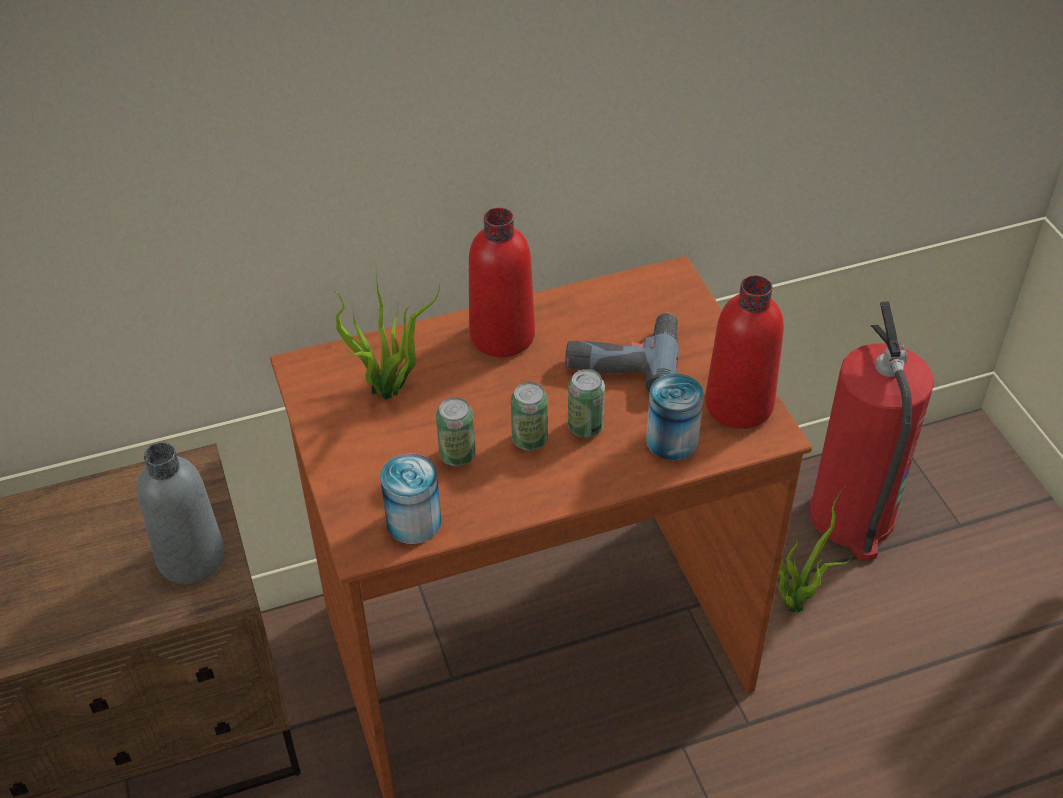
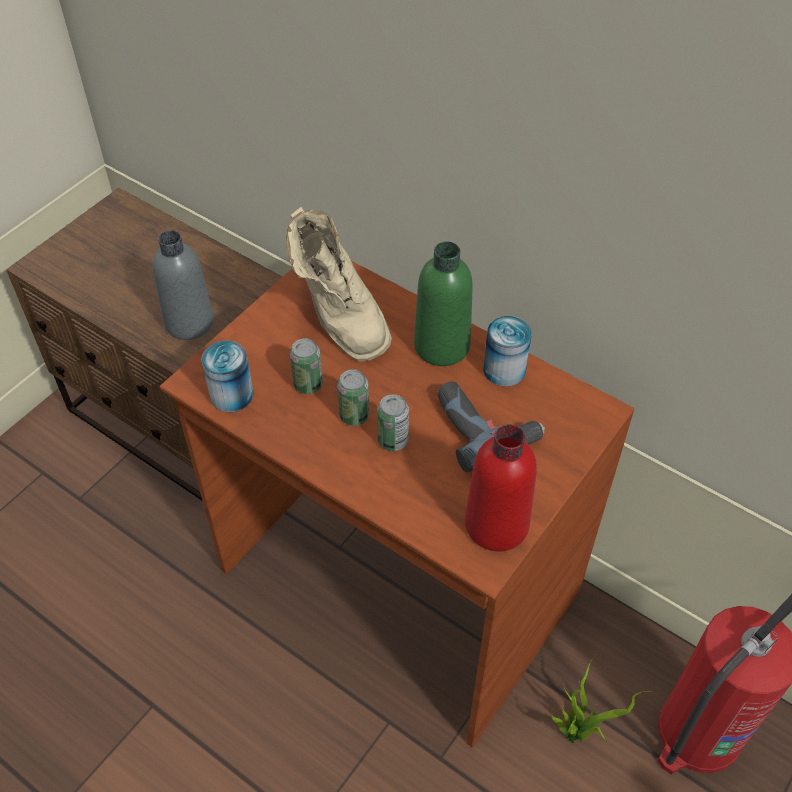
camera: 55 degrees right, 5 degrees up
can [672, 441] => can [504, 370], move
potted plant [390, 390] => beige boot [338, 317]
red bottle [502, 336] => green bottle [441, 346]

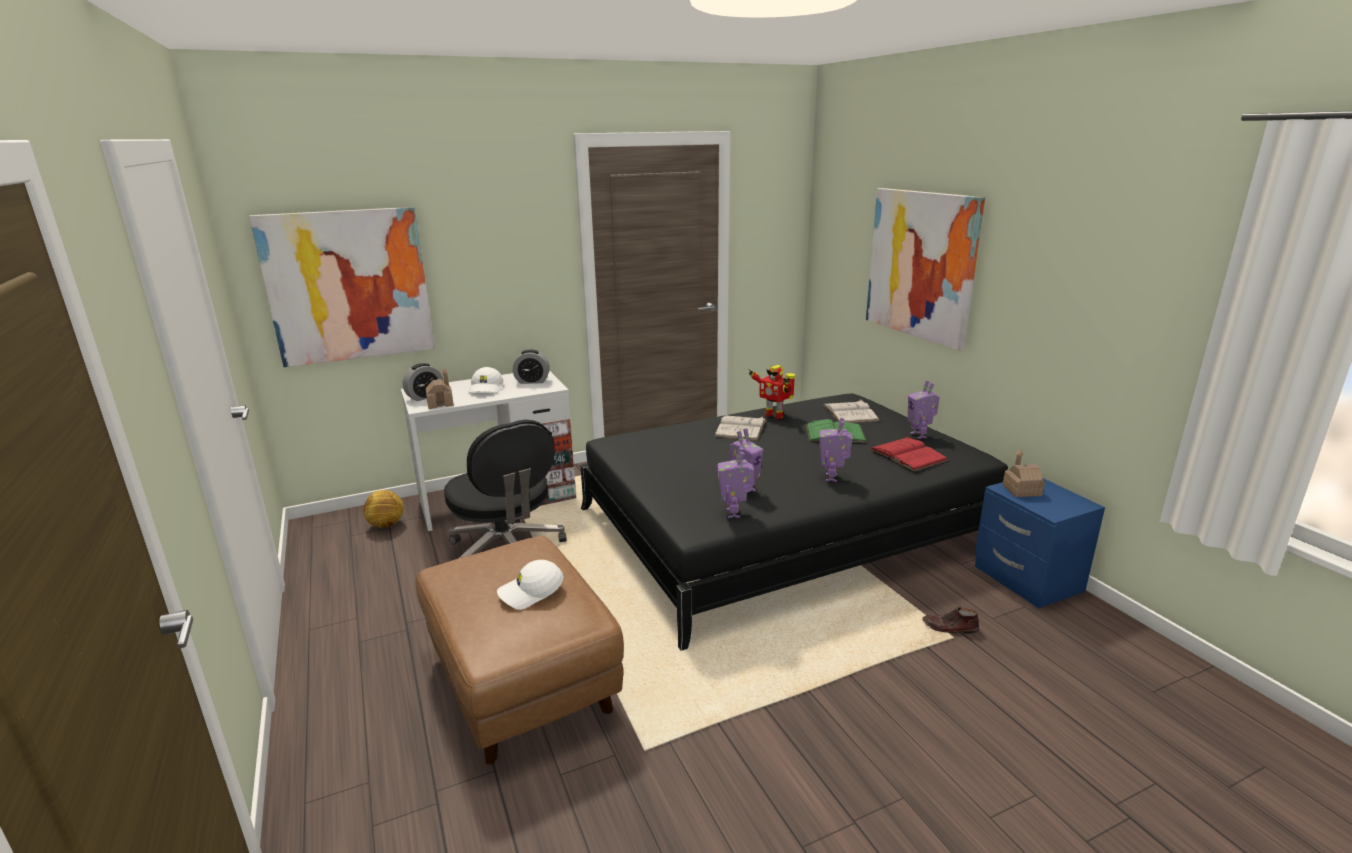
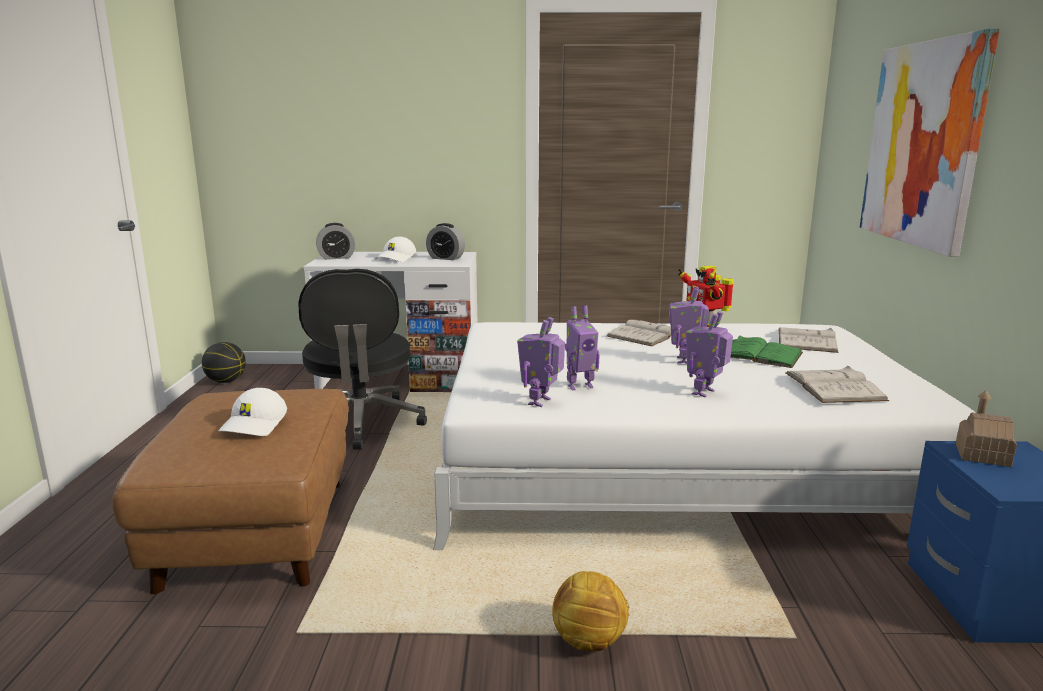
camera: 25 degrees right, 5 degrees down
picture [348, 286] => nothing
toy house [440, 403] => nothing
brown shoe [950, 628] => nothing
nothing => basketball [226, 381]
football [386, 524] => football [589, 641], move
toy robot [919, 435] => toy robot [685, 360], move
black bed [783, 527] => white bed [672, 463]
red book [908, 454] => white book [834, 386]
white cap [531, 592] => white cap [255, 425], 75 degrees counterclockwise

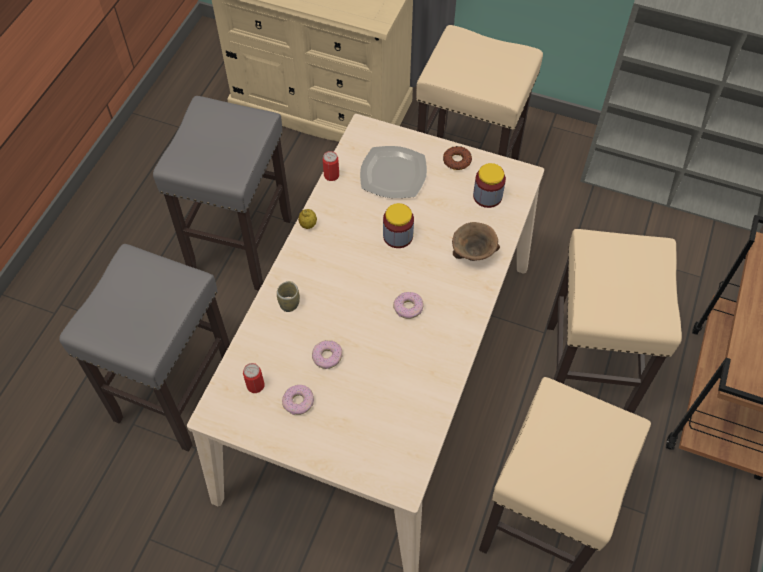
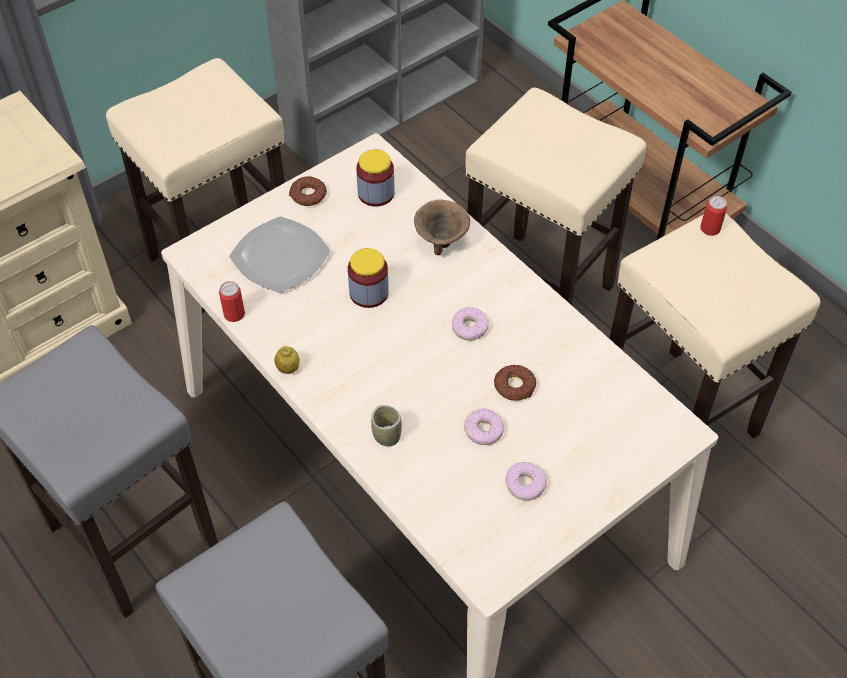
camera: 60 degrees left, 5 degrees down
nothing => donut [515, 386]
can [255, 385] => can [710, 228], move

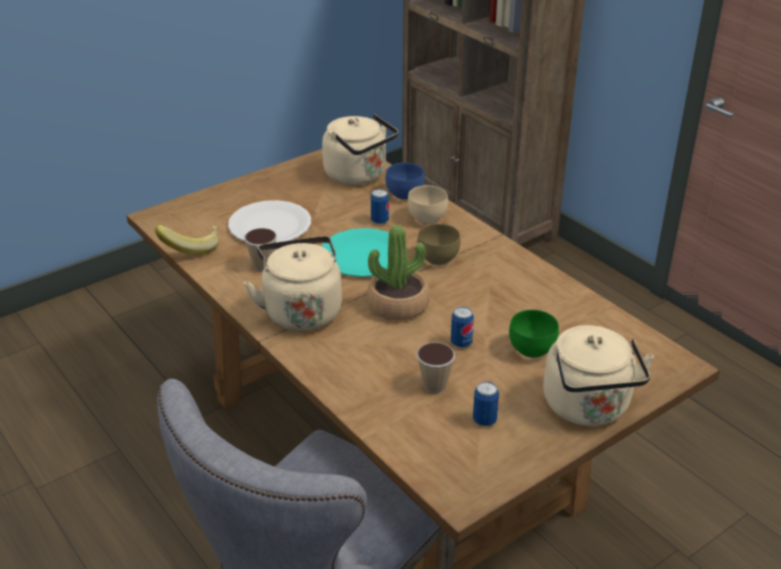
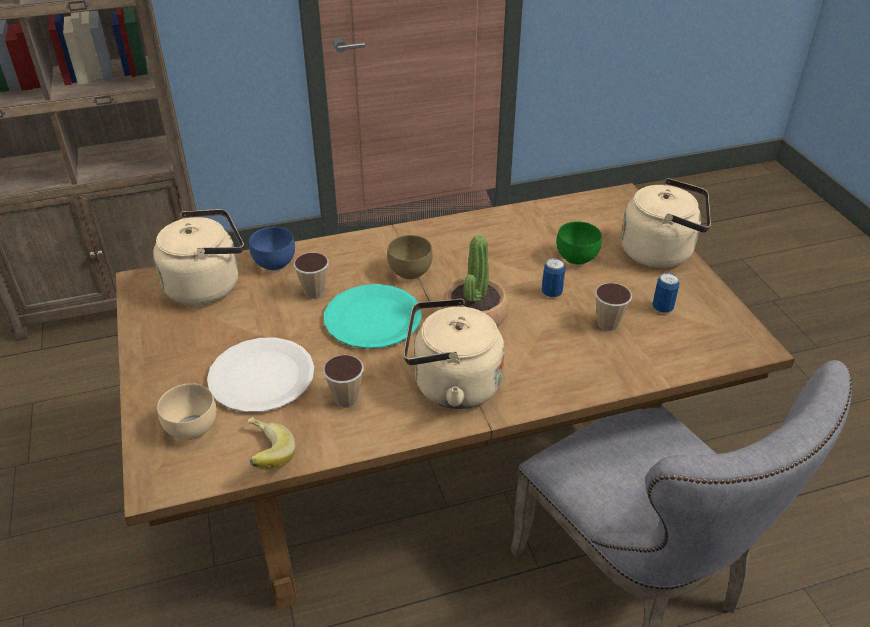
camera: 70 degrees left, 5 degrees up
beige bowl [425, 218] => beige bowl [191, 430], move
can [379, 221] => cup [314, 292]

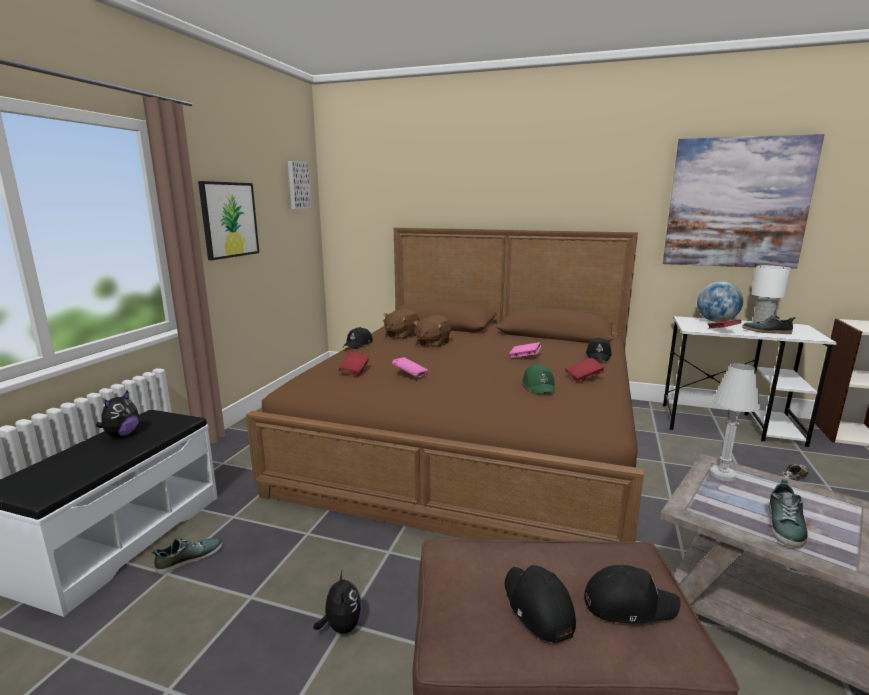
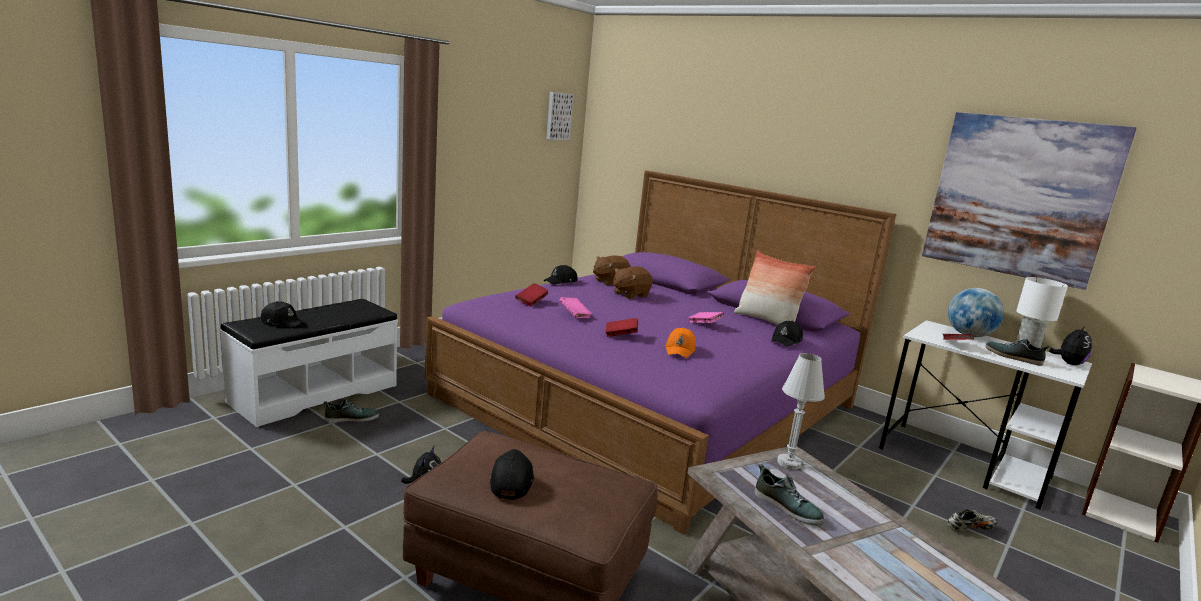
camera: 20 degrees right, 0 degrees up
picture [229, 220] => nothing
nothing => pillow [766, 320]
plush toy [121, 435] => plush toy [1068, 363], move
red book [584, 378] => red book [621, 335], move
black cap [628, 604] => black cap [282, 322], move
brown bed [472, 438] => purple bed [650, 400]
green cap [539, 386] => orange cap [680, 350]
shoe [785, 526] => shoe [787, 507], 90 degrees counterclockwise

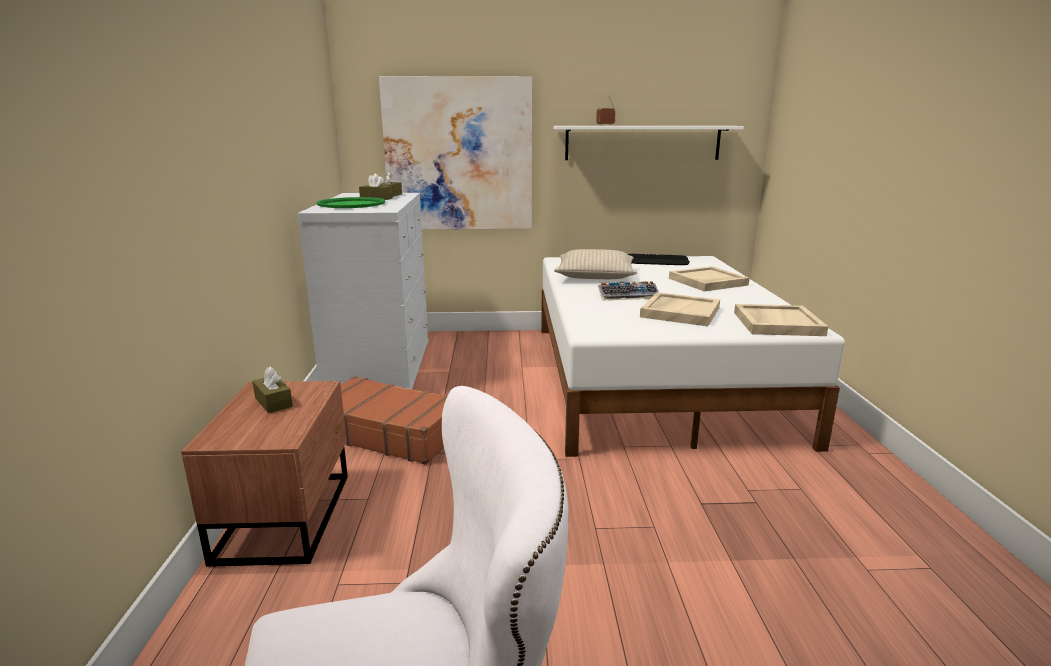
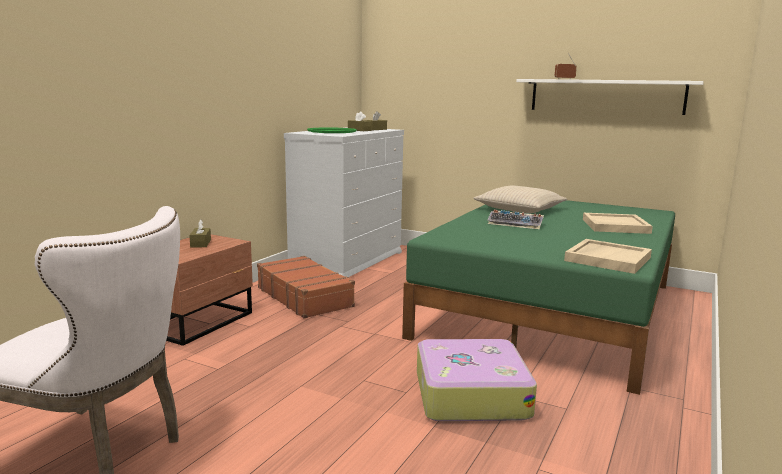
camera: 30 degrees right, 5 degrees down
picture [459, 155] => nothing
keyboard [657, 261] => nothing
beige tray [679, 312] => nothing
nothing => suitcase [470, 394]
white bed [653, 378] => green bed [551, 310]

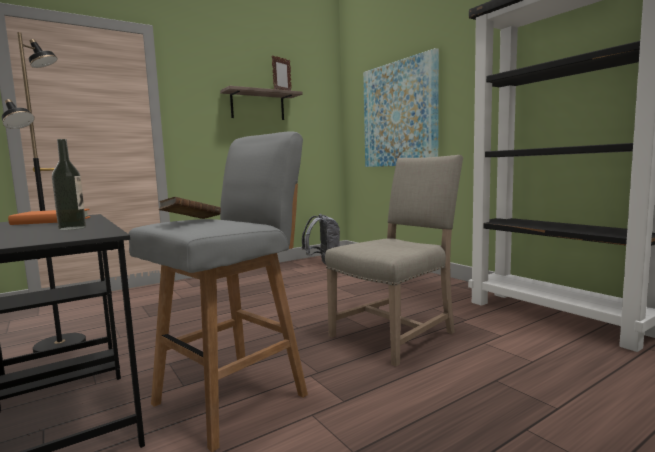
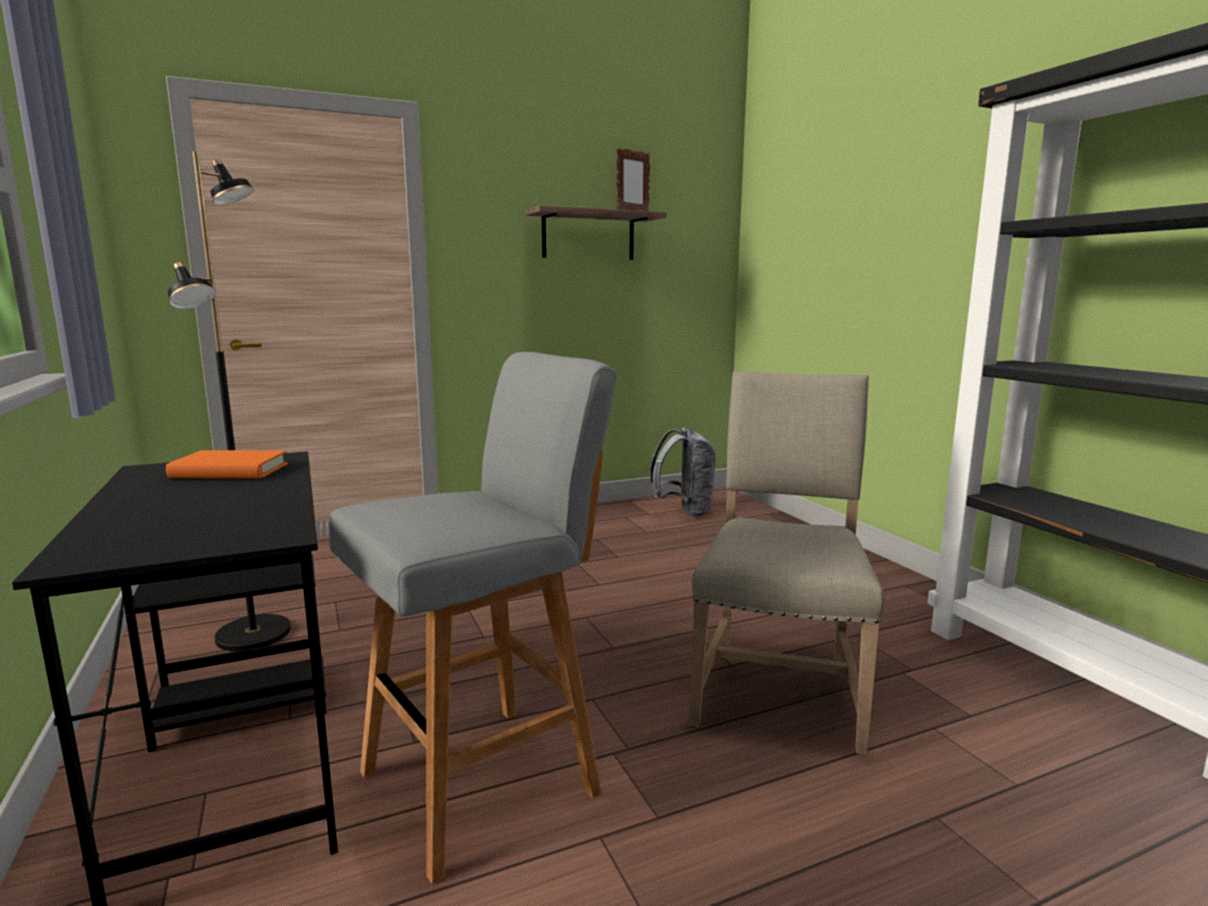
camera: 10 degrees right, 5 degrees up
bottle [72, 228] => nothing
brown book [191, 221] => nothing
picture [399, 114] => nothing
beige chair [396, 334] => beige chair [778, 685], 45 degrees counterclockwise

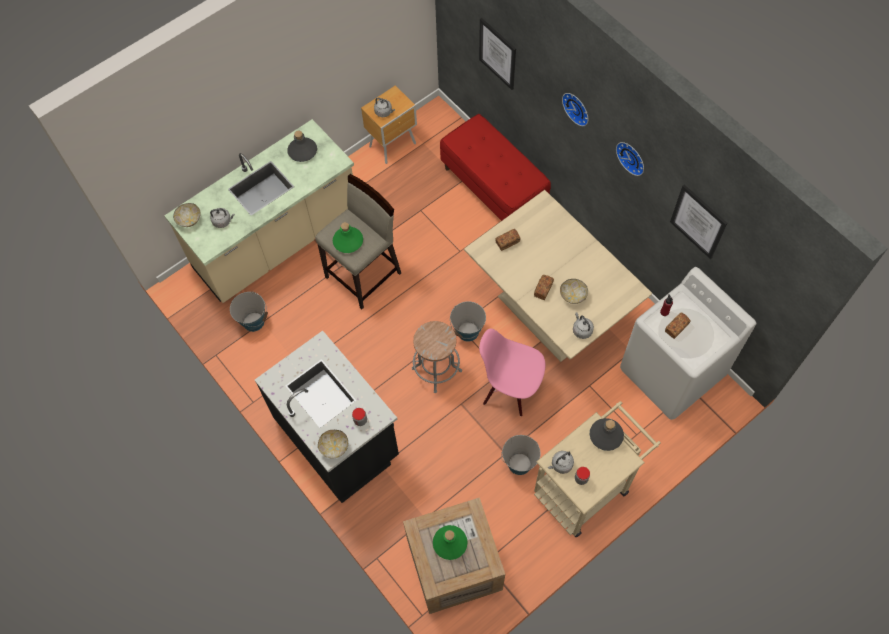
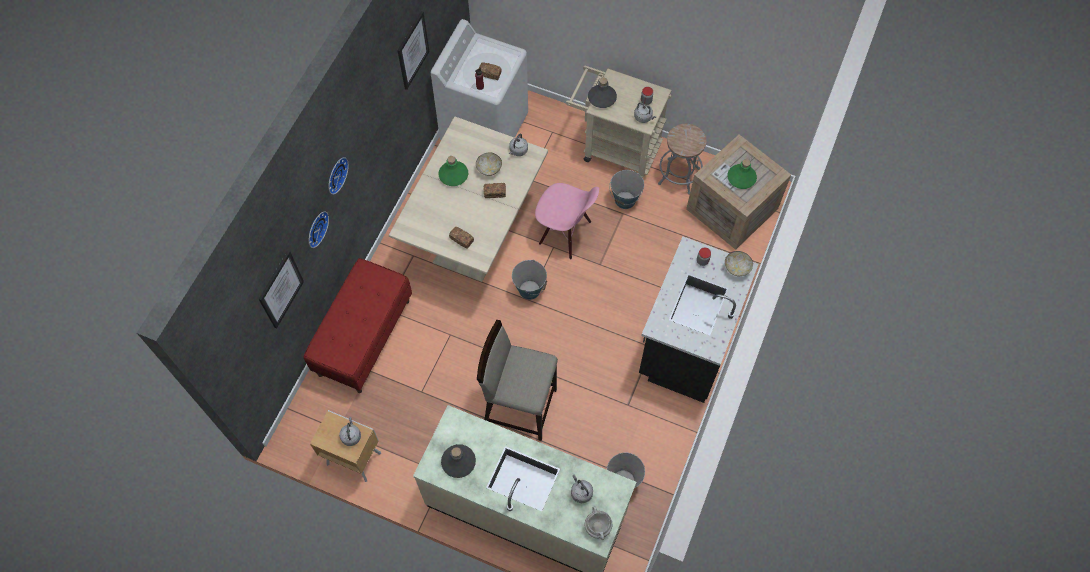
camera: 120 degrees left, 0 degrees up
green bottle [348, 241] => green bottle [453, 175], move
grey stool [436, 369] => grey stool [678, 176], move
wall clock [632, 157] => wall clock [315, 228], move
bowl [189, 220] => white cooking pot [598, 527]
pink chair [510, 389] => pink chair [565, 233], 60 degrees counterclockwise

